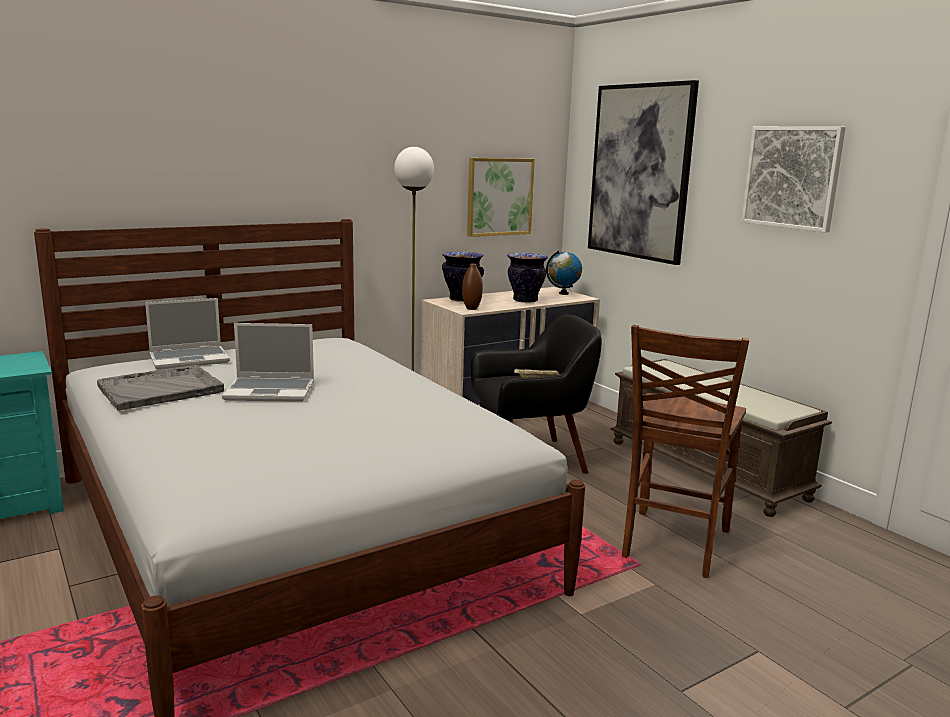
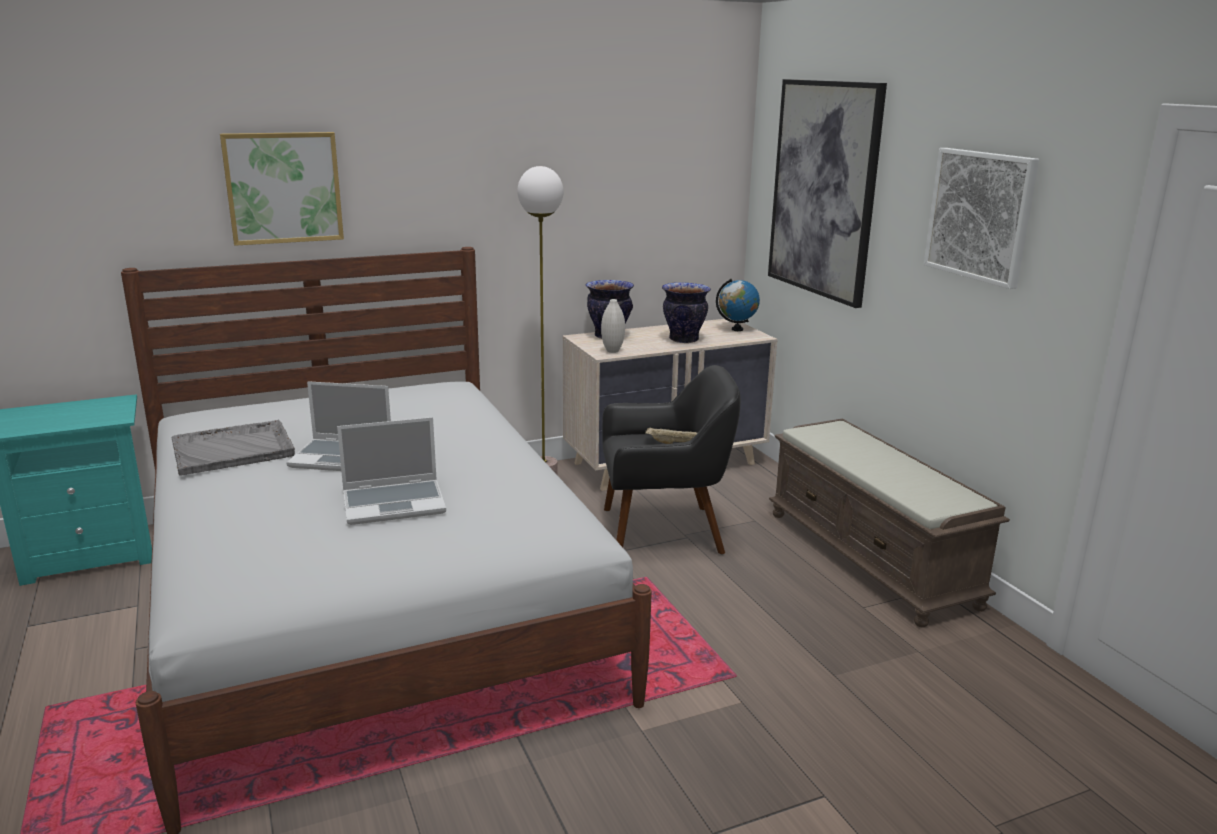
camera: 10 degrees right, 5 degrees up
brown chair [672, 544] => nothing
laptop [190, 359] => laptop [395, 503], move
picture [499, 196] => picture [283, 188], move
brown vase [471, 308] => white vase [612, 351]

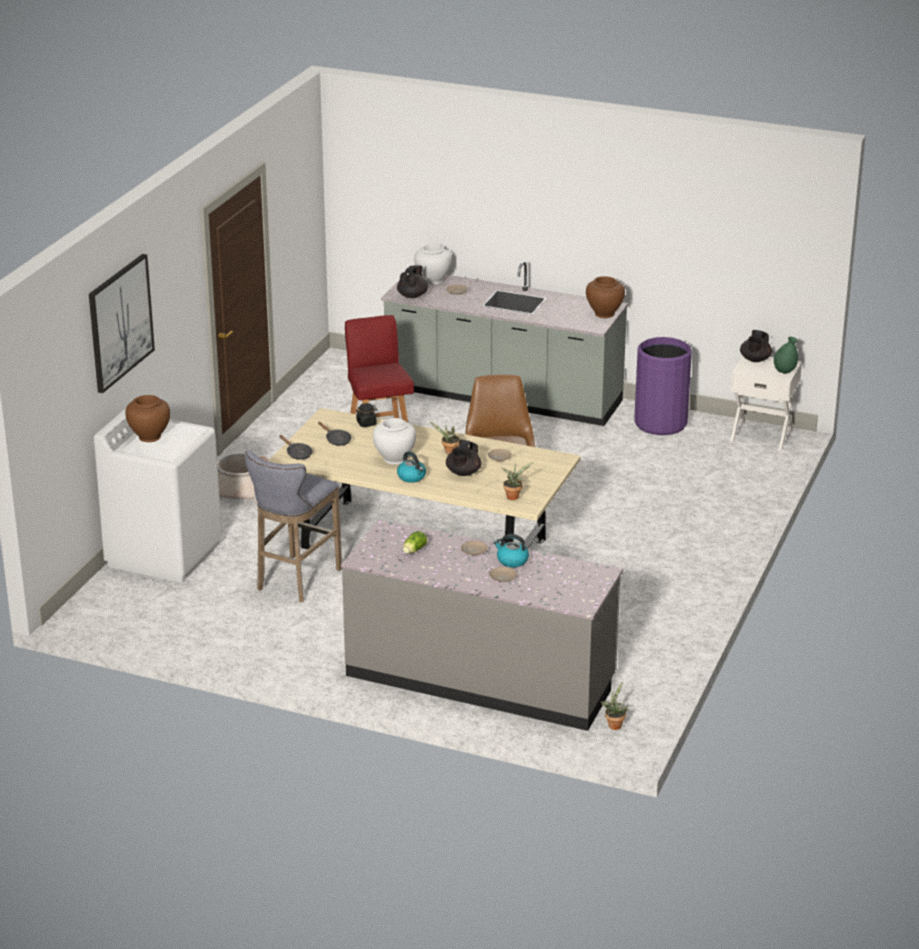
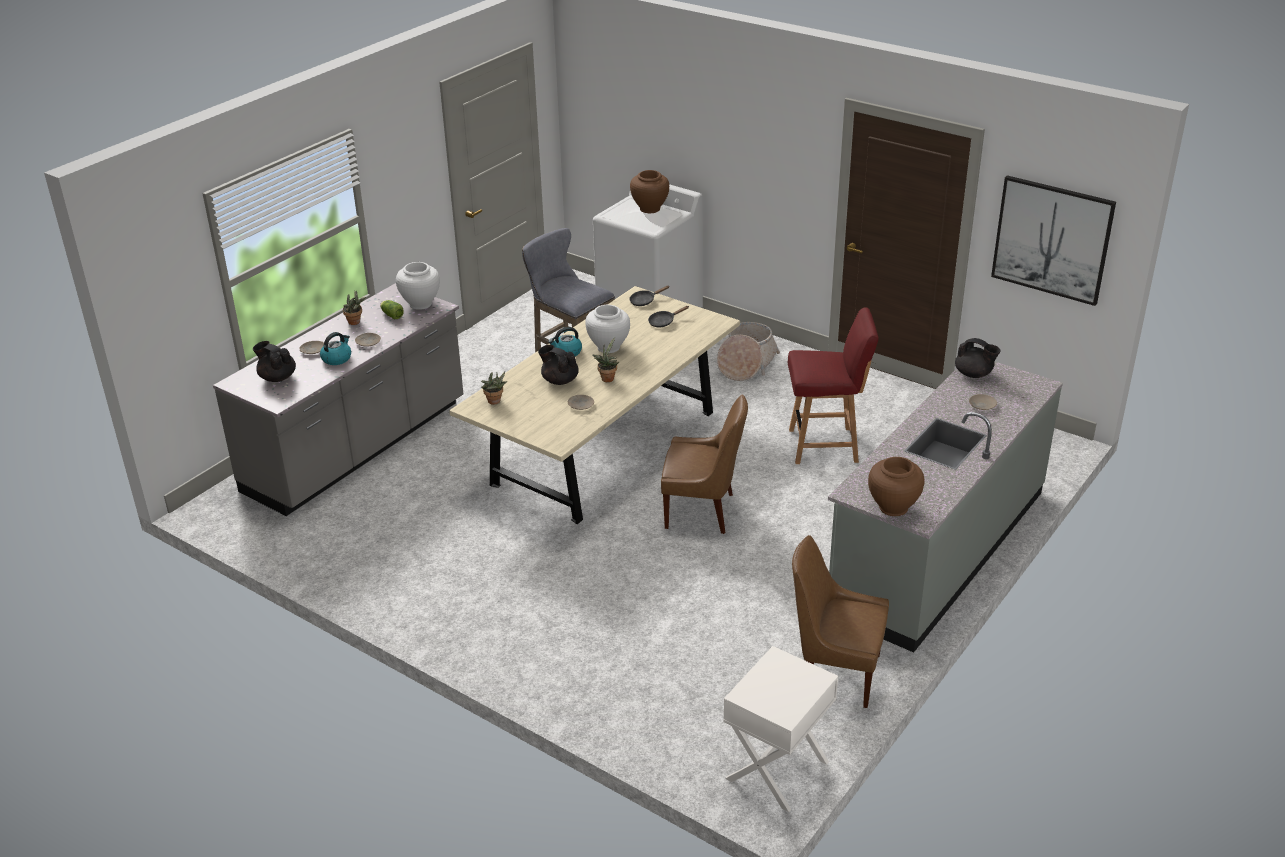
camera: 105 degrees right, 5 degrees up
black jar [366, 423] => nothing
green vase [784, 371] => nothing
picture [120, 322] => picture [1052, 239], move
white vase [433, 280] => white vase [420, 304], move
potted plant [614, 725] => potted plant [356, 322], move
black teapot [755, 360] => black teapot [277, 377], move
purple trash can [660, 423] => brown chair [835, 673]

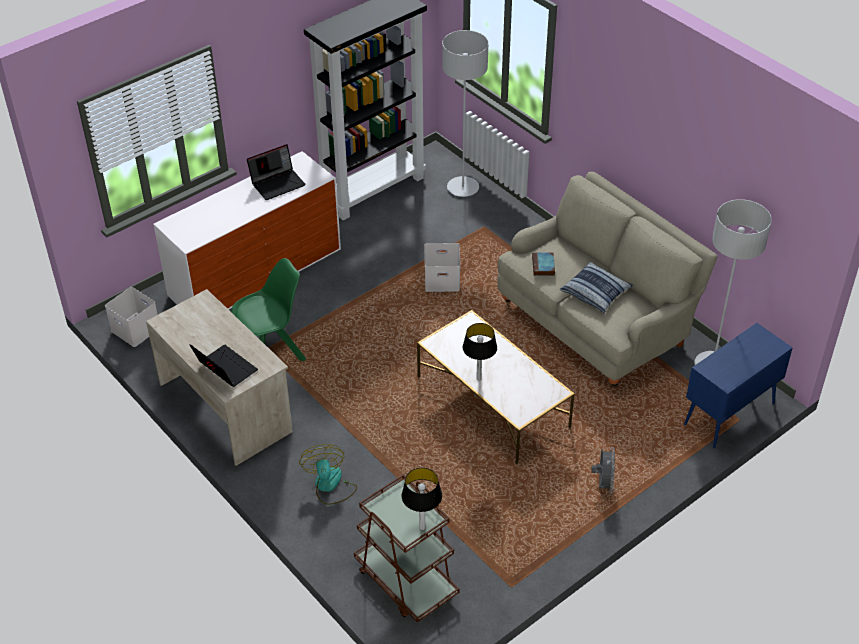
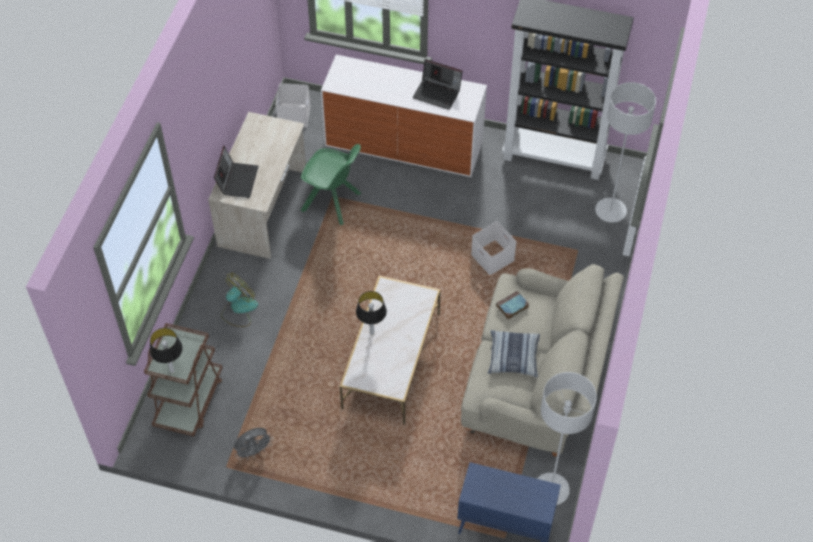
camera: 55 degrees right, 10 degrees up
grey fan [603, 484] => grey fan [253, 451], move

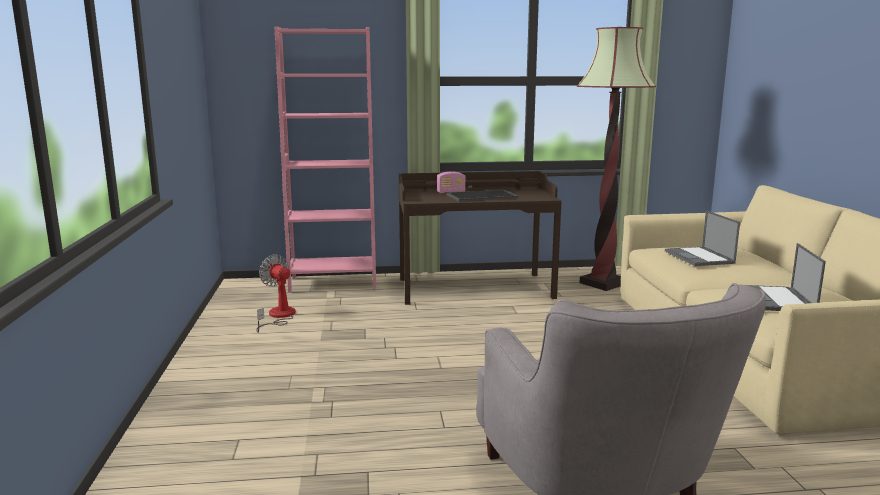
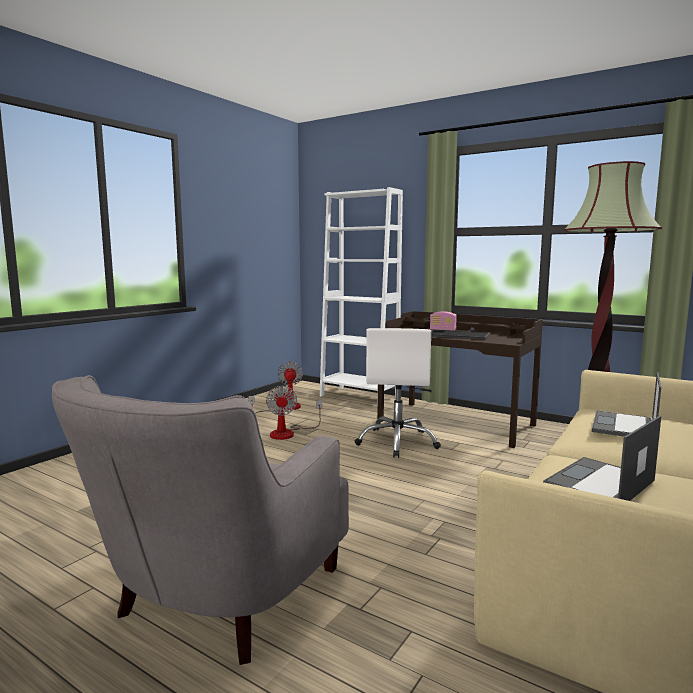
camera: 40 degrees right, 5 degrees down
nothing => fan [289, 433]
nothing => white office chair [398, 442]
pink bookcase [333, 283] => white bookcase [359, 396]

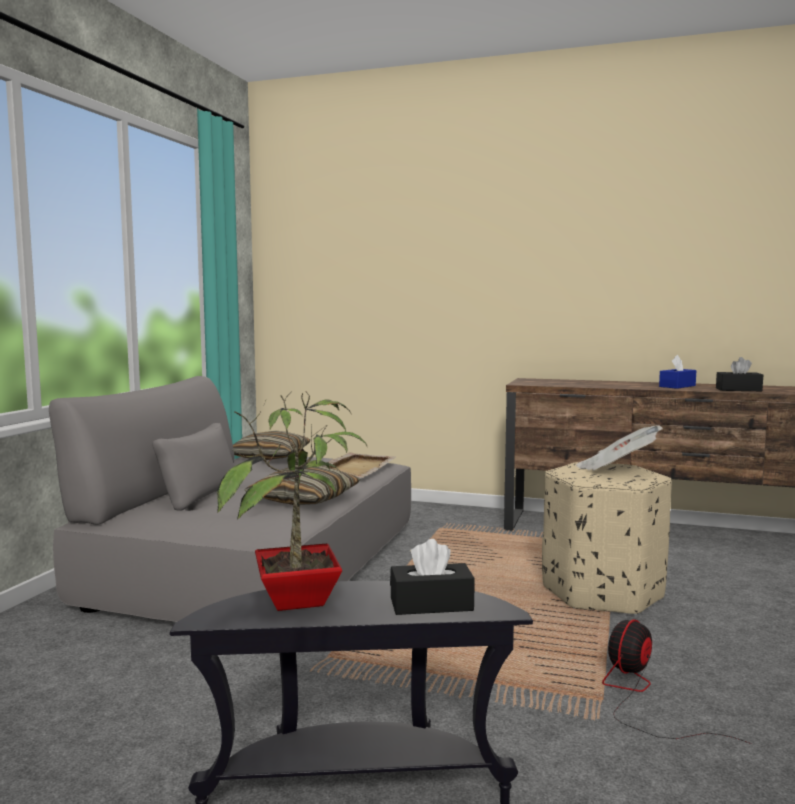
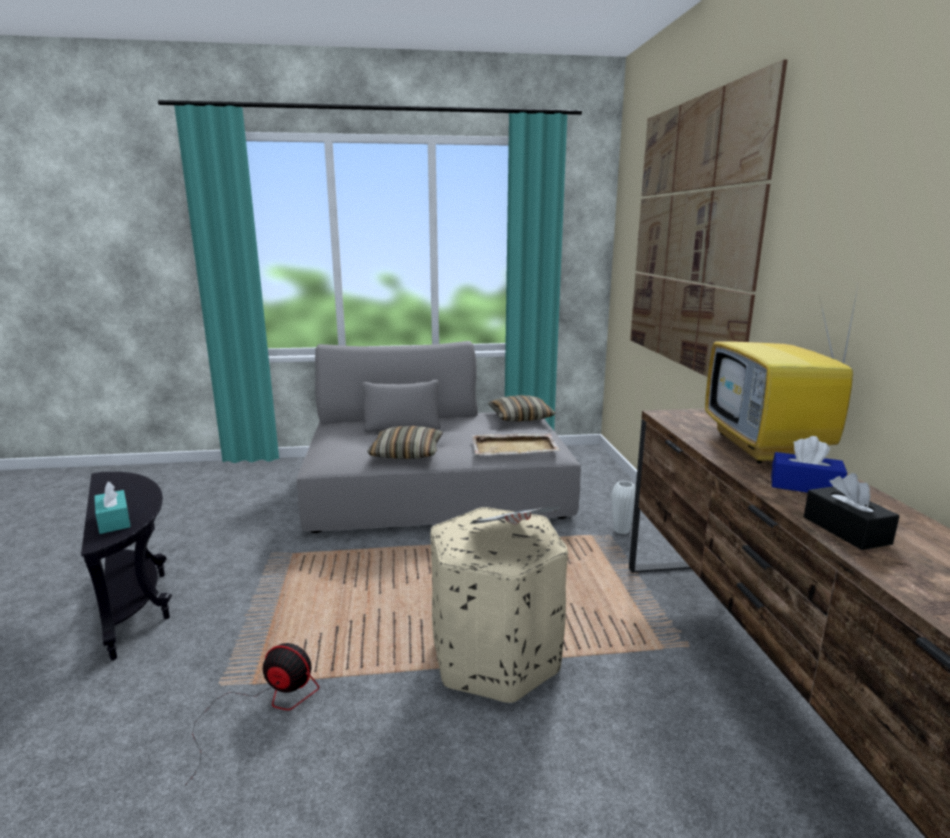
camera: 65 degrees right, 10 degrees up
potted plant [298, 602] => nothing
nothing => white vase [621, 530]
nothing => picture [691, 236]
nothing => television [766, 448]
black tissue box [431, 604] => turquoise tissue box [114, 520]

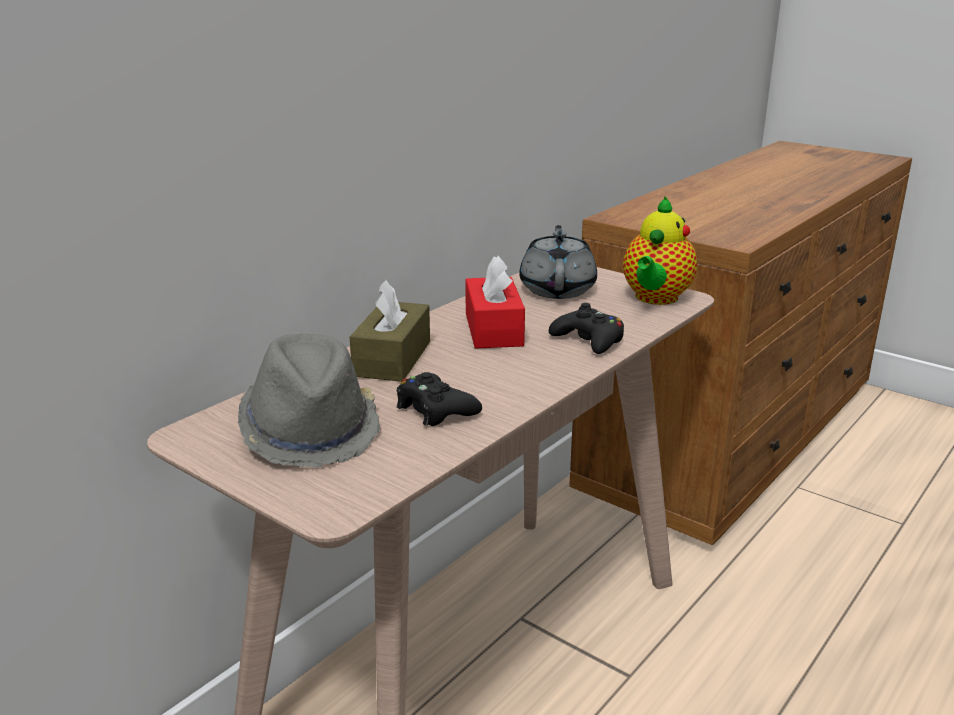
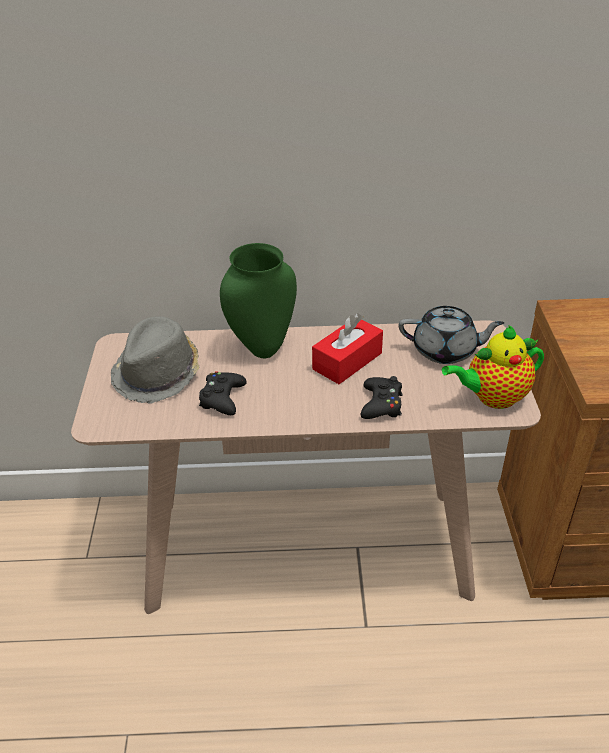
camera: 50 degrees right, 15 degrees up
brown tissue box [392, 359] => green vase [263, 350]
grey teapot [558, 289] => grey teapot [445, 351], 45 degrees clockwise

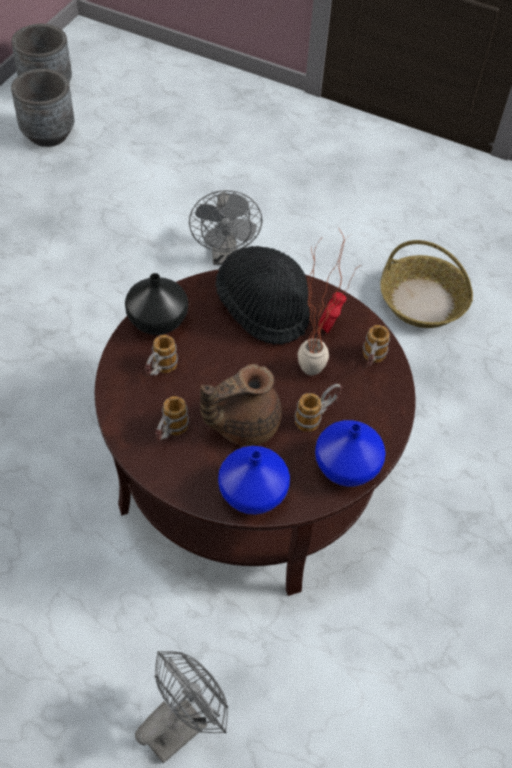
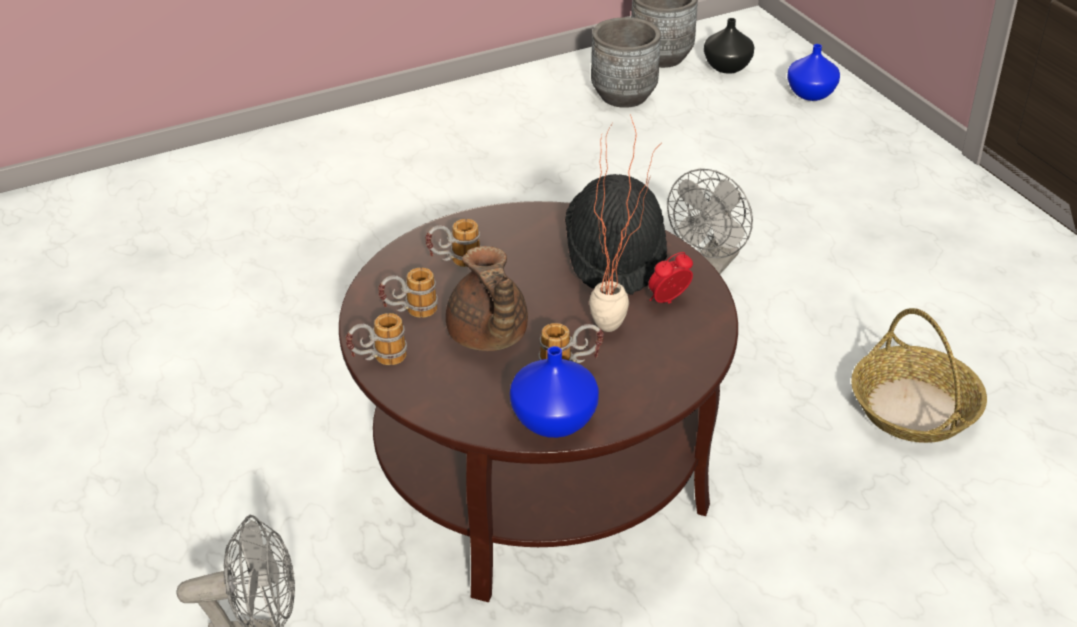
camera: 40 degrees right, 15 degrees down
black vase [157, 322] => black vase [726, 67], move
blue vase [254, 493] => blue vase [812, 94], move
mug [371, 362] => mug [377, 361], move
brown teapot [242, 423] => brown teapot [488, 337], 120 degrees counterclockwise

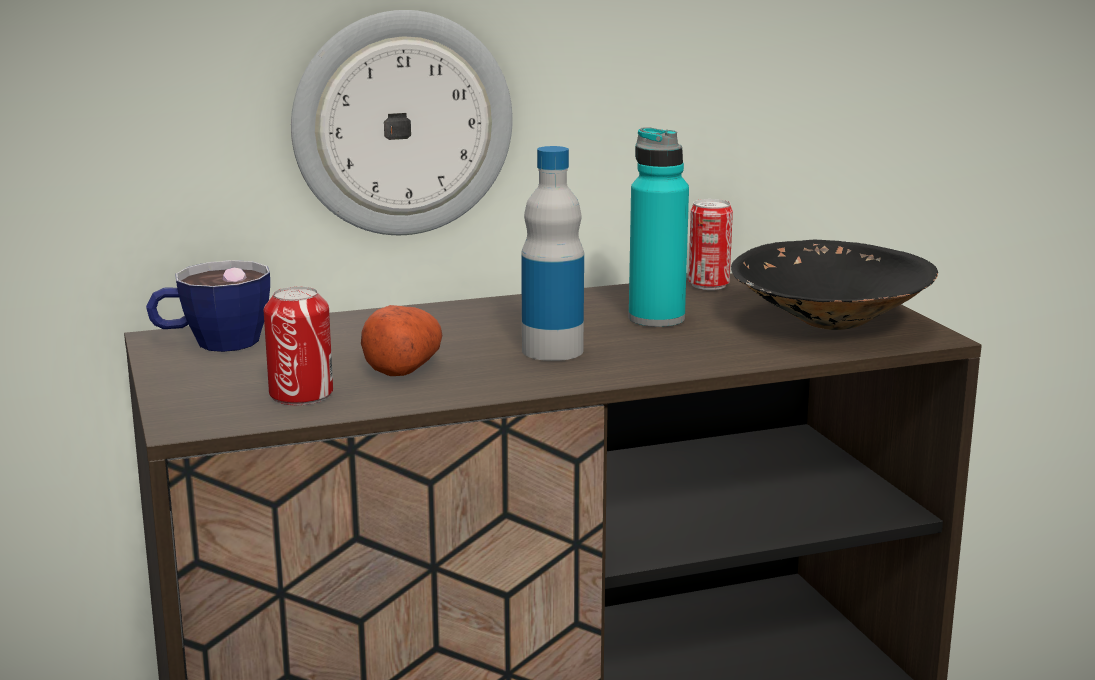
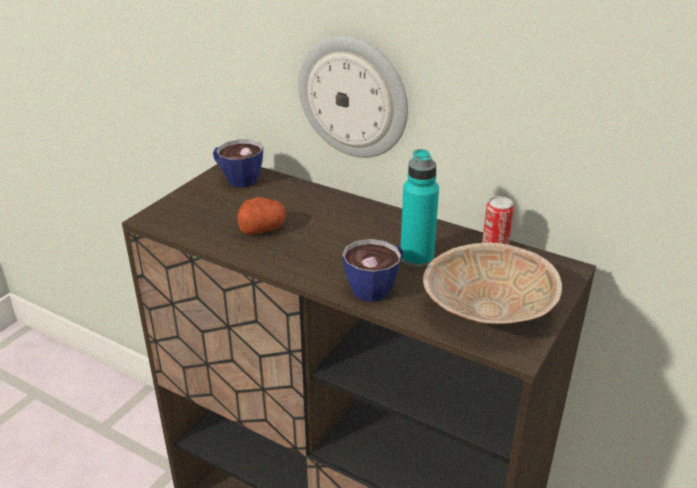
camera: 50 degrees right, 15 degrees up
can [301, 395] => nothing
bottle [552, 350] => nothing
nothing => cup [377, 286]
black bowl [828, 324] => beige bowl [486, 310]

